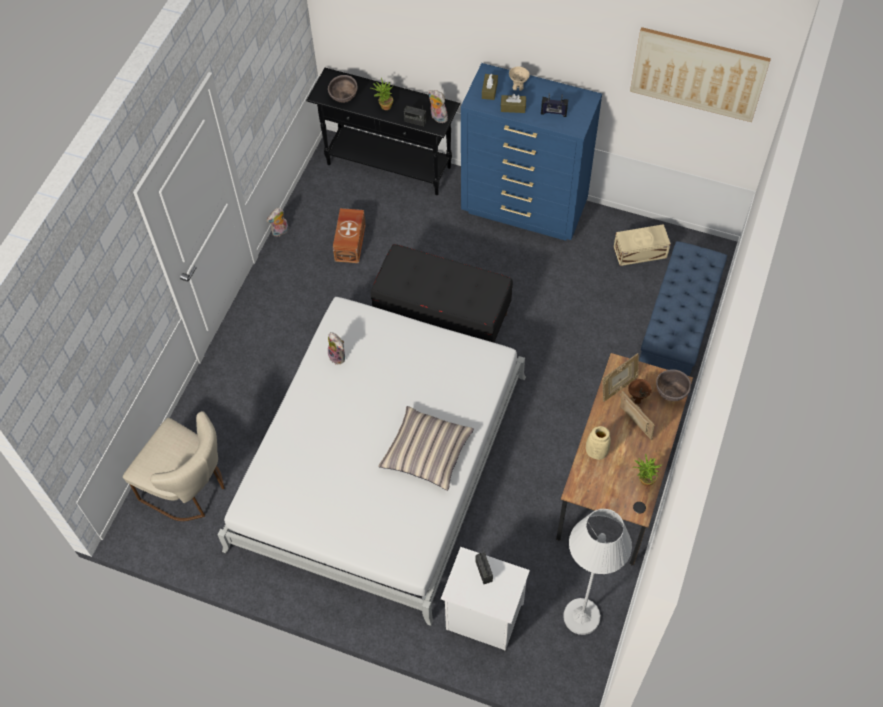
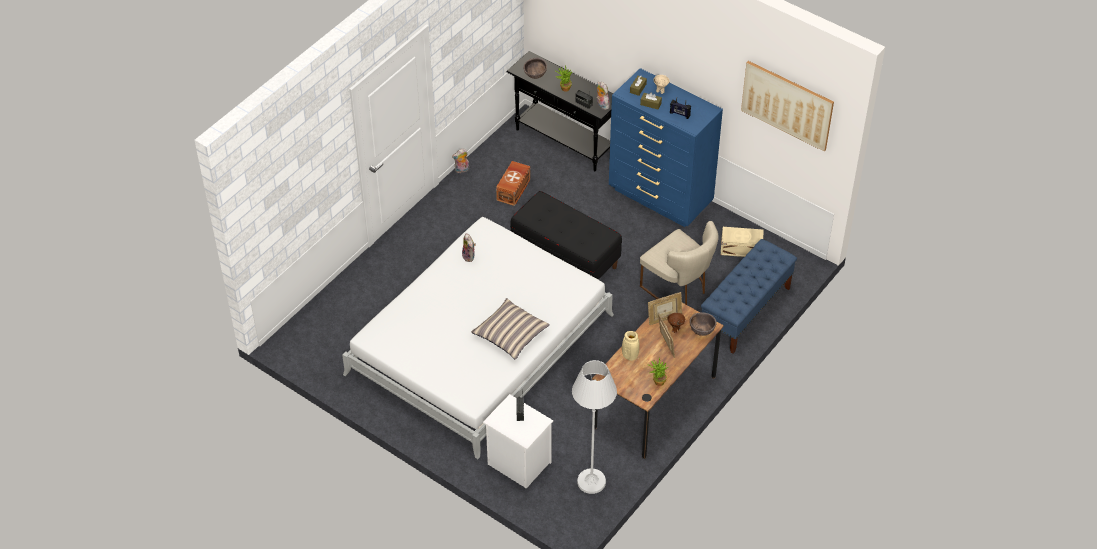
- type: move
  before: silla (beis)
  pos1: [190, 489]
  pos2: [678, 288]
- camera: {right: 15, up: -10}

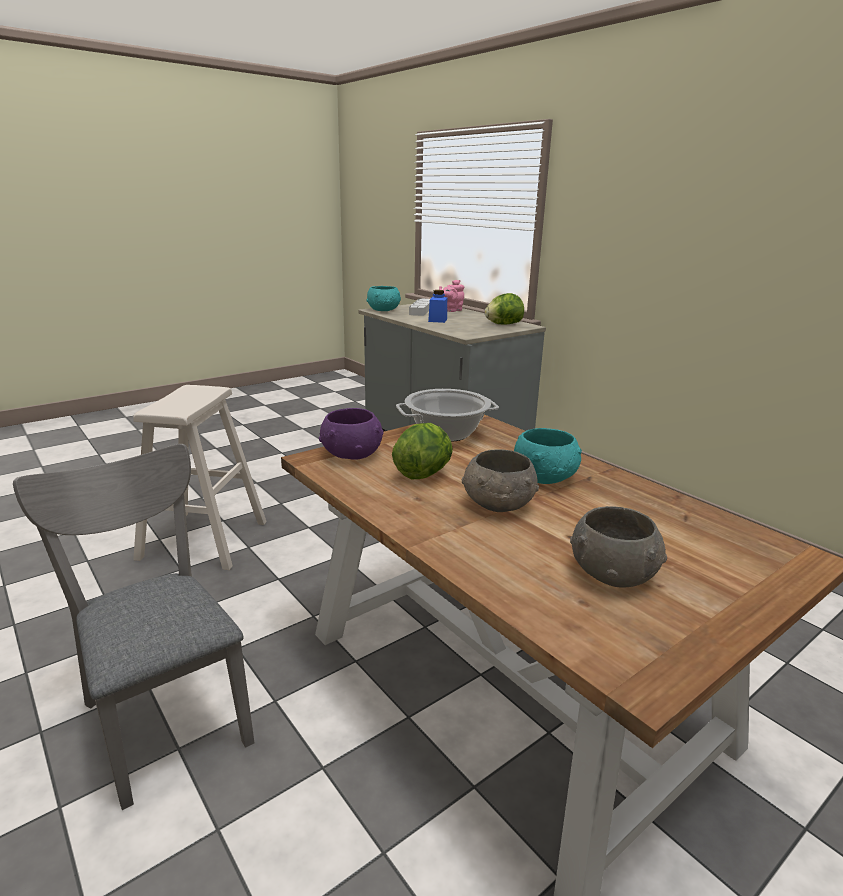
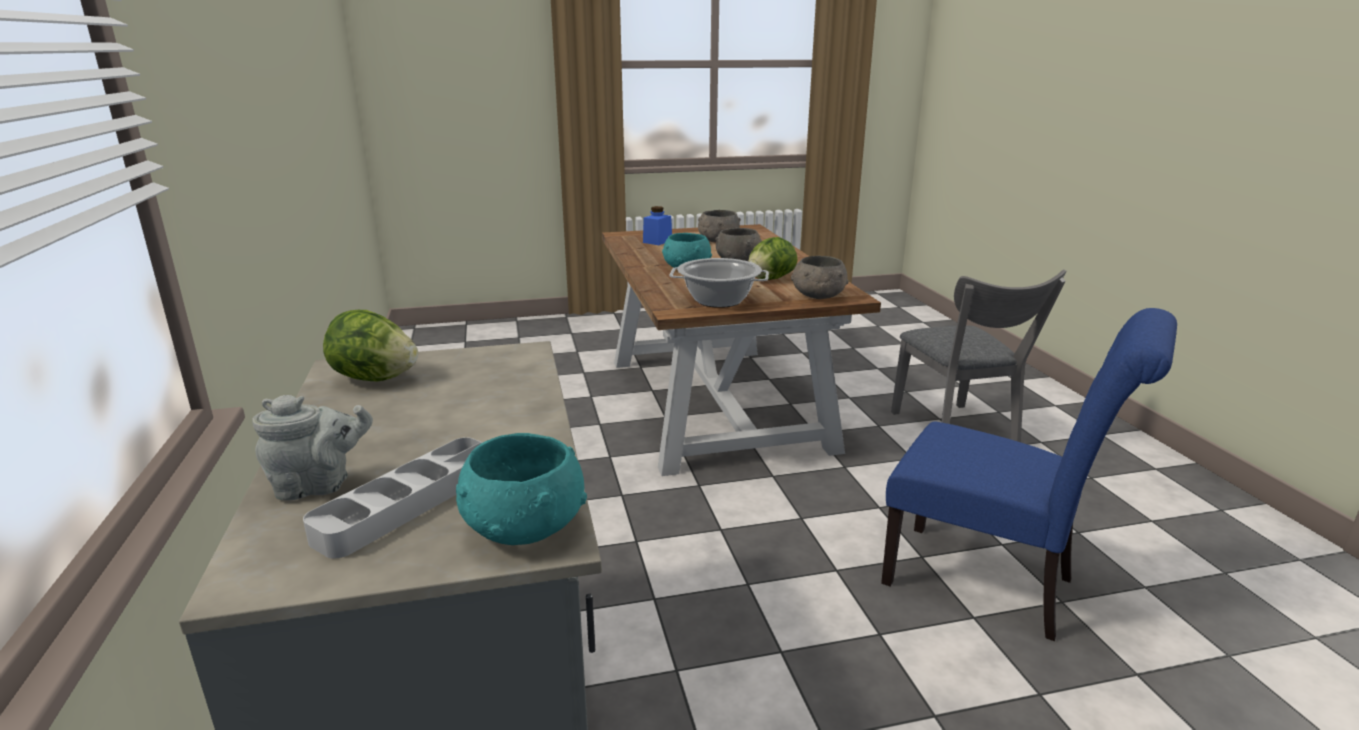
- type: replace
  before: taburete (beis)
  after: silla (azul)
  pos1: [204, 539]
  pos2: [991, 584]
- type: recolor
  before: cuenco (morado)
  after: cuenco (gris)
  pos1: [351, 454]
  pos2: [818, 296]
- type: move
  before: tarro (azul)
  pos1: [437, 320]
  pos2: [657, 241]
- type: recolor
  before: tetera (rosa)
  after: tetera (gris)
  pos1: [451, 310]
  pos2: [319, 486]
- camera: {right: -155, up: 0}

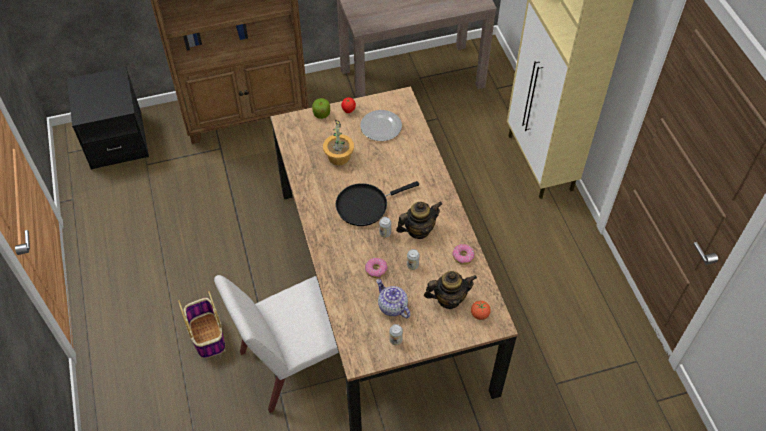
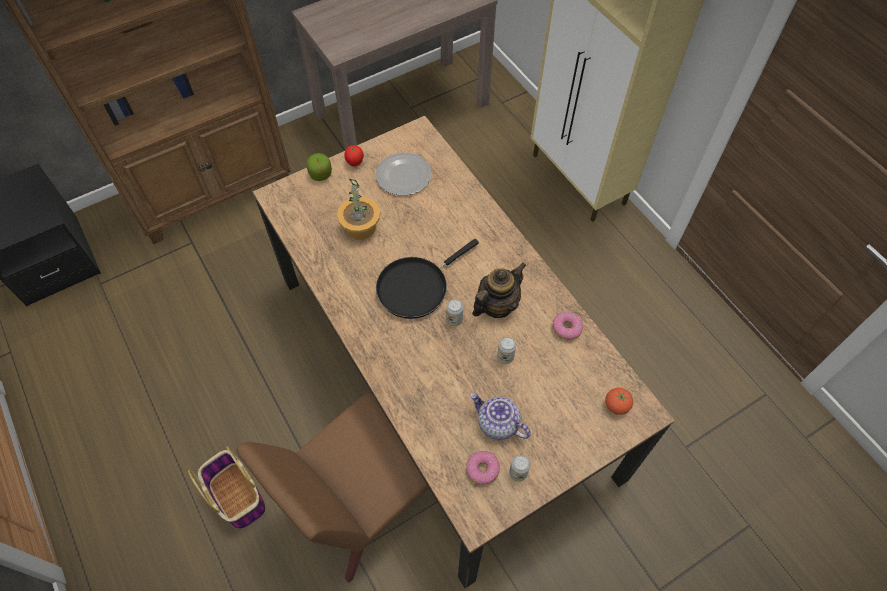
- type: recolor
  before: silla (blanco)
  after: silla (marrón)
  pos1: [295, 363]
  pos2: [362, 503]
- type: move
  before: rosquilla
  pos1: [376, 270]
  pos2: [482, 470]
- type: delete
  before: tetera
  pos1: [448, 298]
- camera: {right: -15, up: 5}

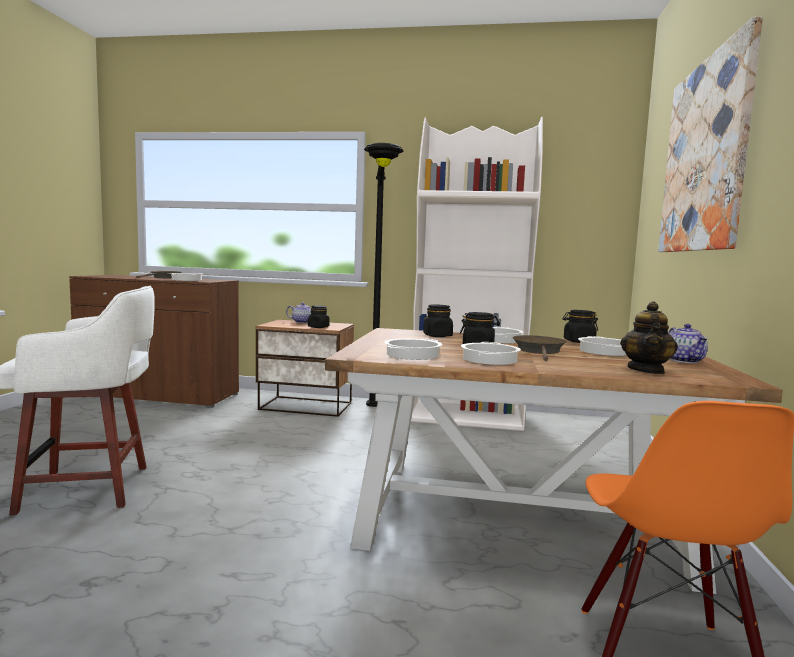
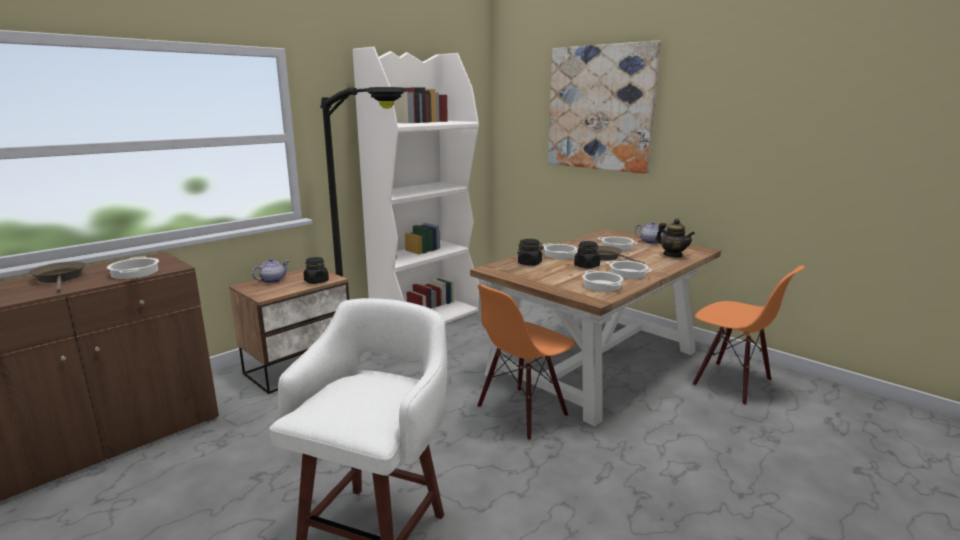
- type: delete
  before: tarro (negro)
  pos1: [578, 341]
- type: insert
  after: silla (naranja)
  pos2: [522, 412]
- camera: {right: -55, up: 10}

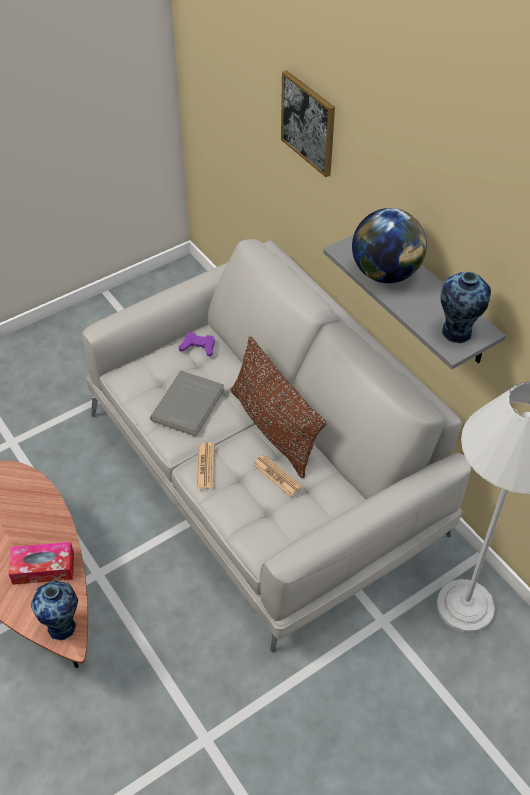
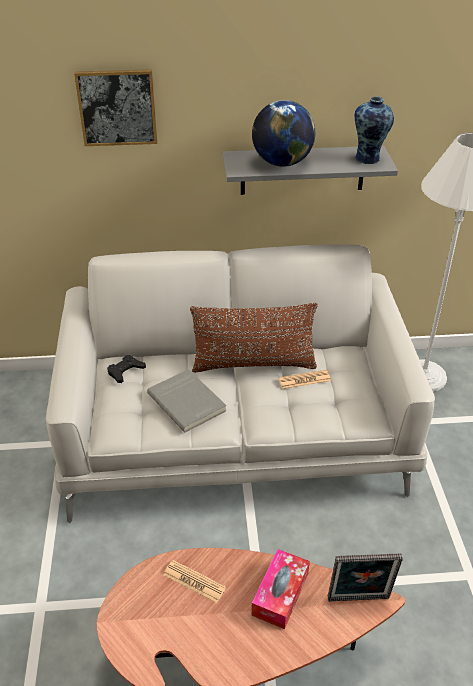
- type: replace
  before: florero
  after: portarretratos
  pos1: [63, 626]
  pos2: [358, 601]
- type: recolor
  before: mando de consola (morado)
  after: mando de consola (negro)
  pos1: [198, 347]
  pos2: [125, 371]
- type: move
  before: periódico
  pos1: [206, 466]
  pos2: [194, 581]
- camera: {right: -60, up: -10}

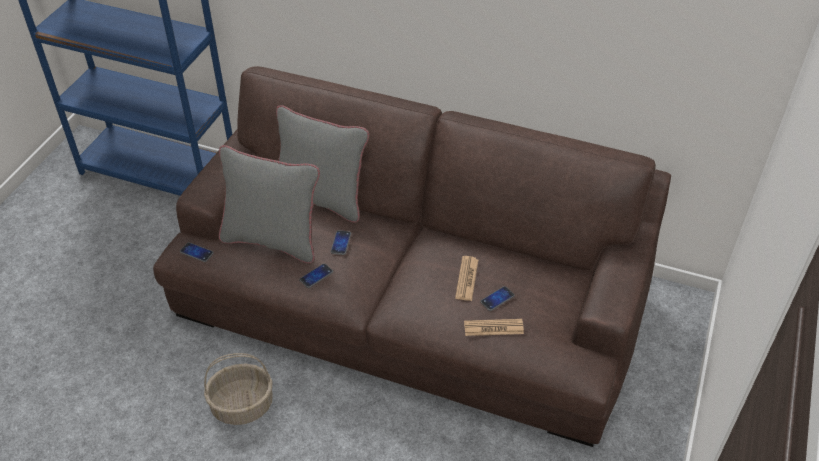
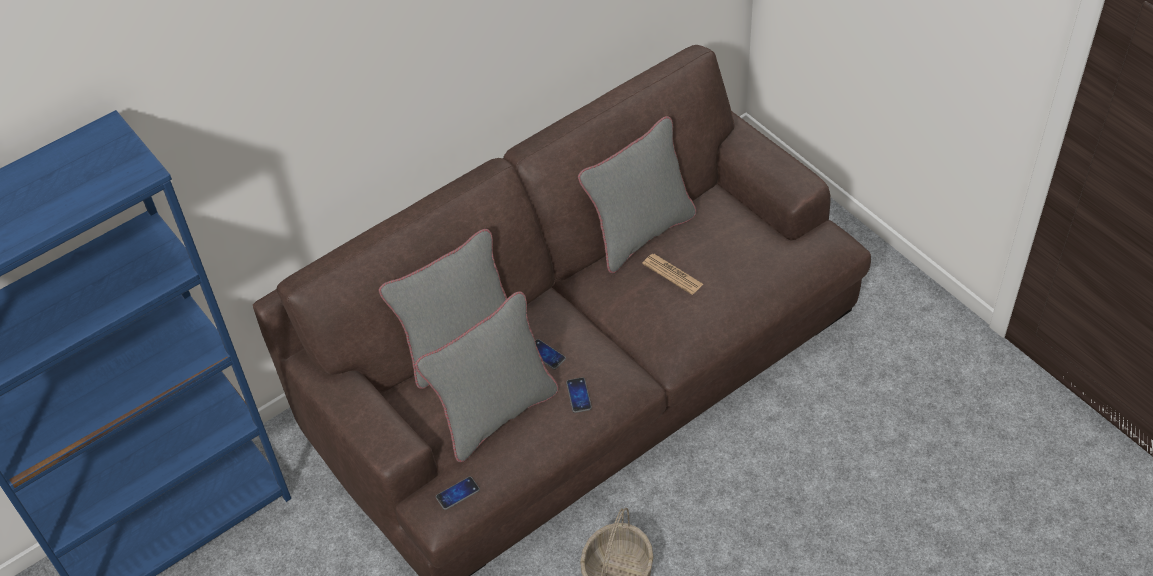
- type: delete
  before: periódico
  pos1: [493, 328]
- type: delete
  before: móvil
  pos1: [497, 299]
- type: insert
  after: cojín (gris)
  pos2: [640, 233]
- camera: {right: -55, up: 5}

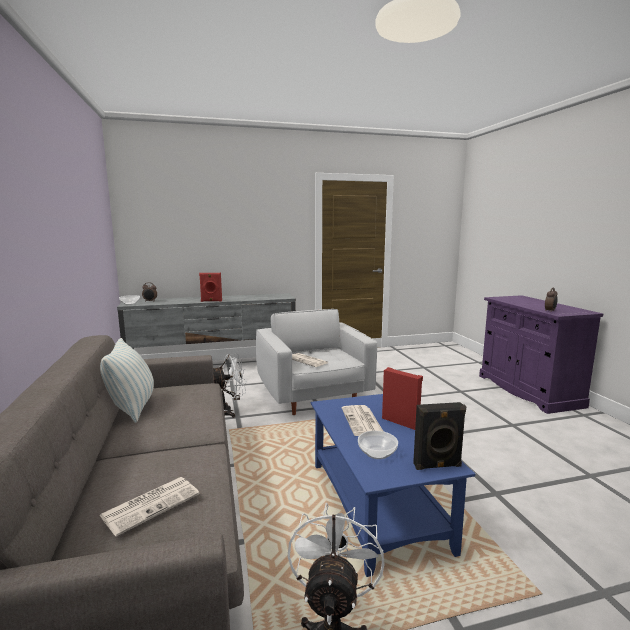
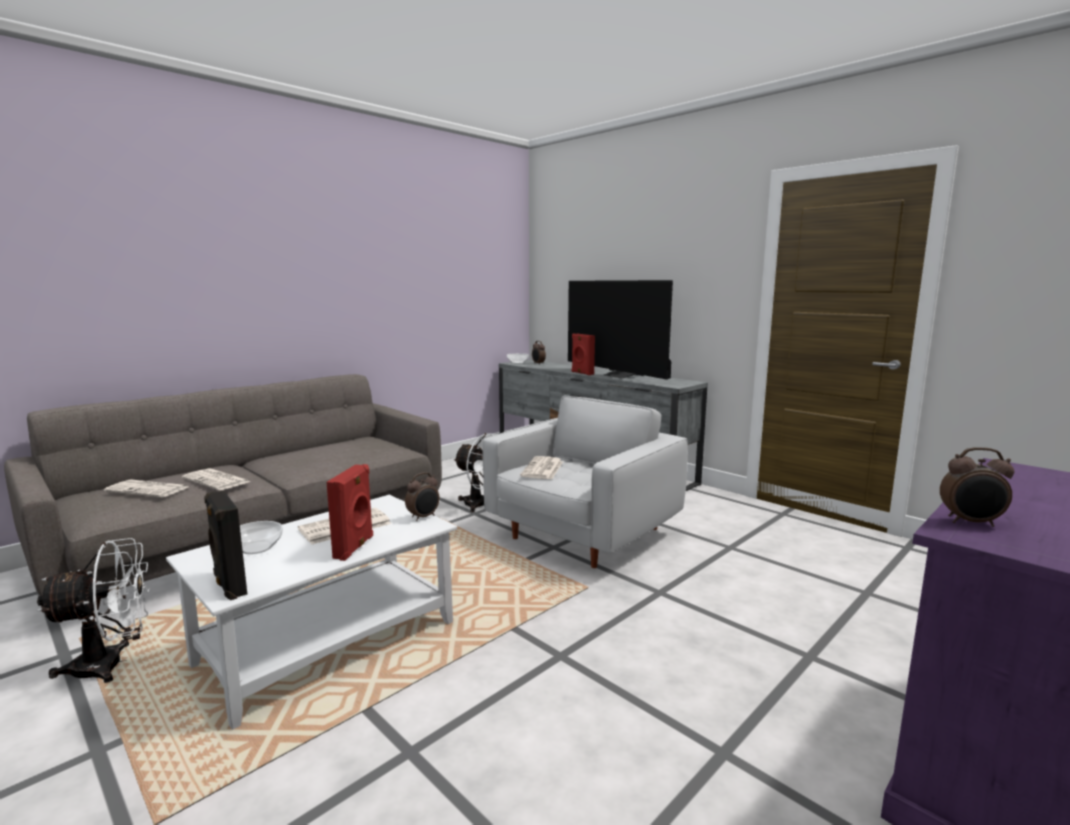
- type: delete
  before: cojín
  pos1: [132, 408]
- type: recolor
  before: mesa de centro (azul)
  after: mesa de centro (blanco)
  pos1: [375, 504]
  pos2: [330, 642]
- type: insert
  after: periódico
  pos2: [217, 480]
- type: insert
  after: despertador
  pos2: [423, 517]
- type: insert
  after: televisor
  pos2: [619, 375]
- camera: {right: 60, up: 0}

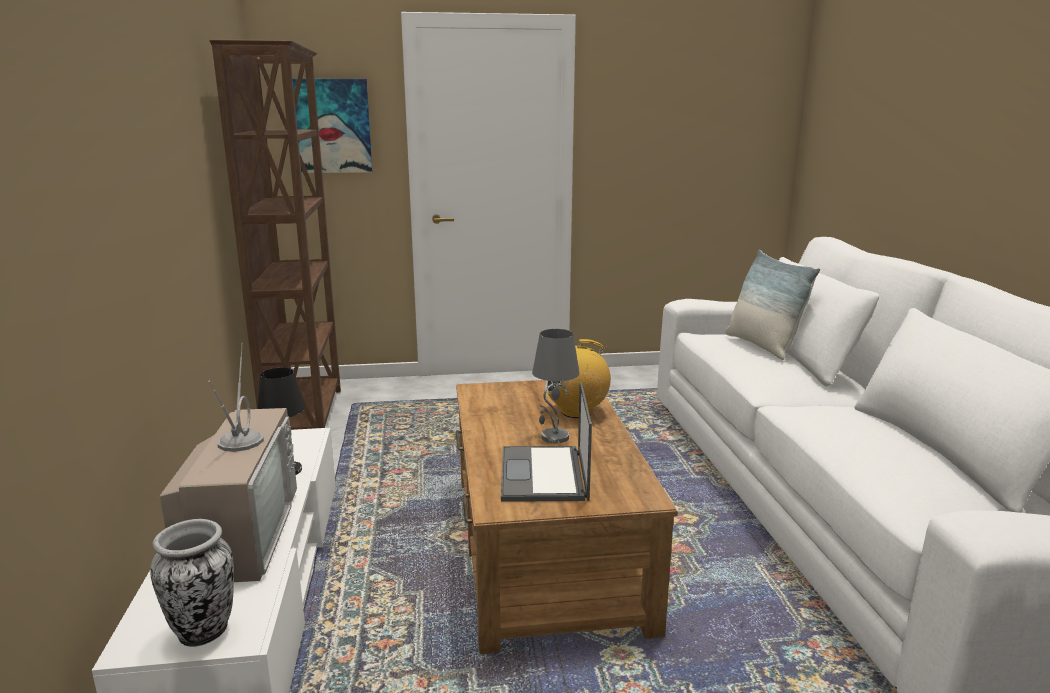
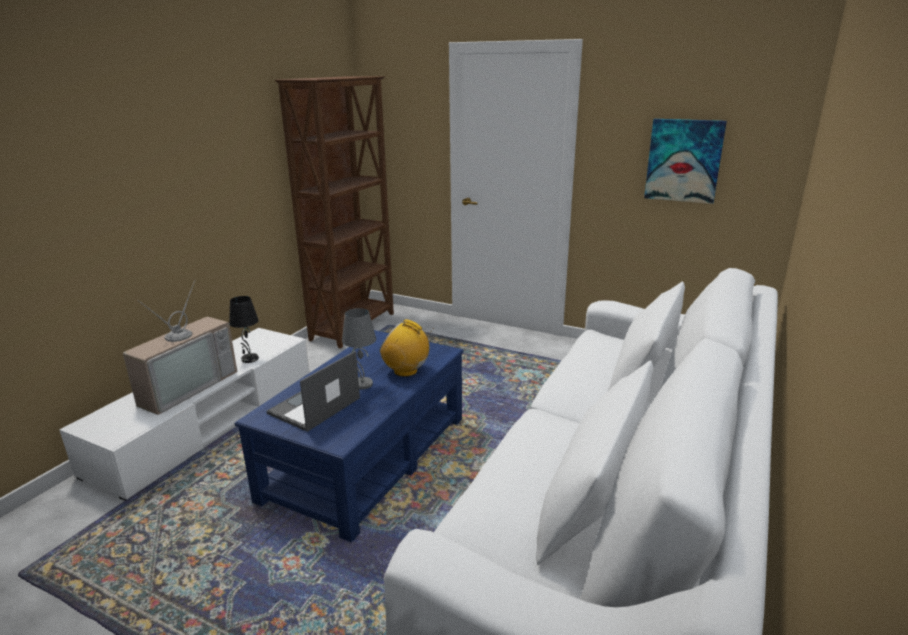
- type: delete
  before: florero
  pos1: [204, 632]
- type: move
  before: cuadro
  pos1: [330, 126]
  pos2: [684, 160]
- type: recolor
  before: mesa de centro (marrón)
  after: mesa de centro (azul)
  pos1: [544, 547]
  pos2: [366, 457]
- type: delete
  before: cojín
  pos1: [762, 346]
- camera: {right: 35, up: 5}

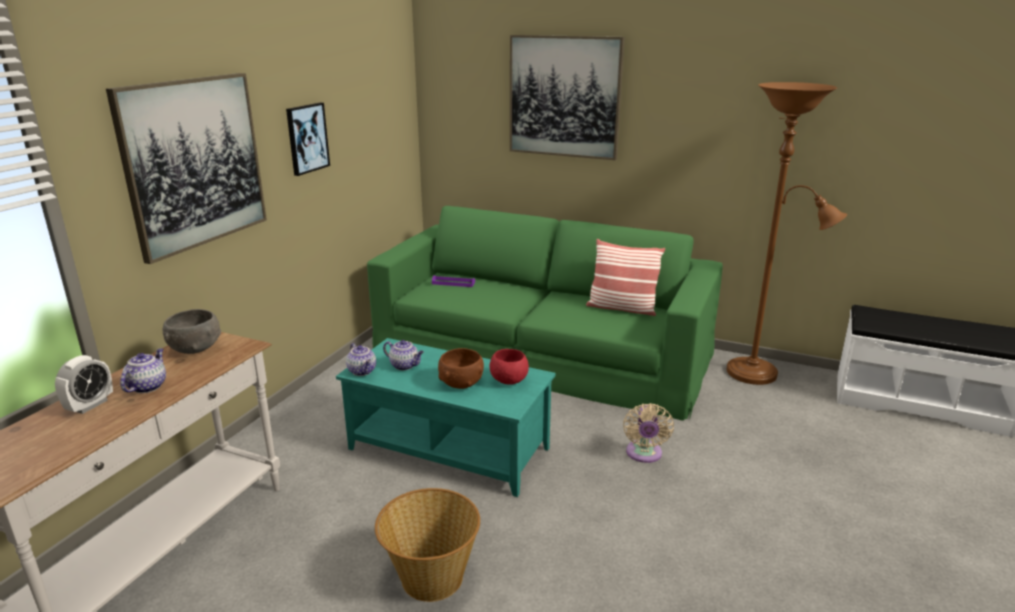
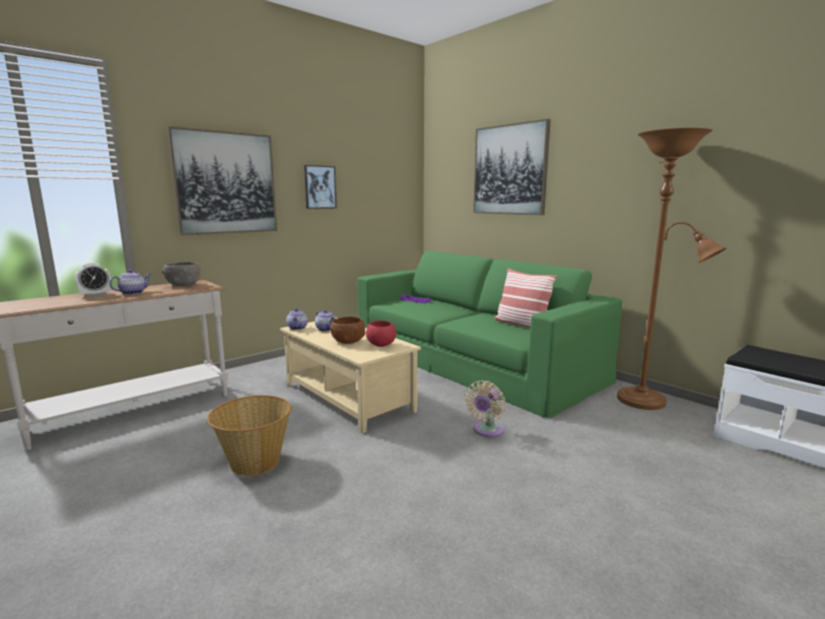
- type: recolor
  before: mesa de centro (turquesa)
  after: mesa de centro (beis)
  pos1: [450, 448]
  pos2: [349, 397]
- camera: {right: 25, up: -10}

